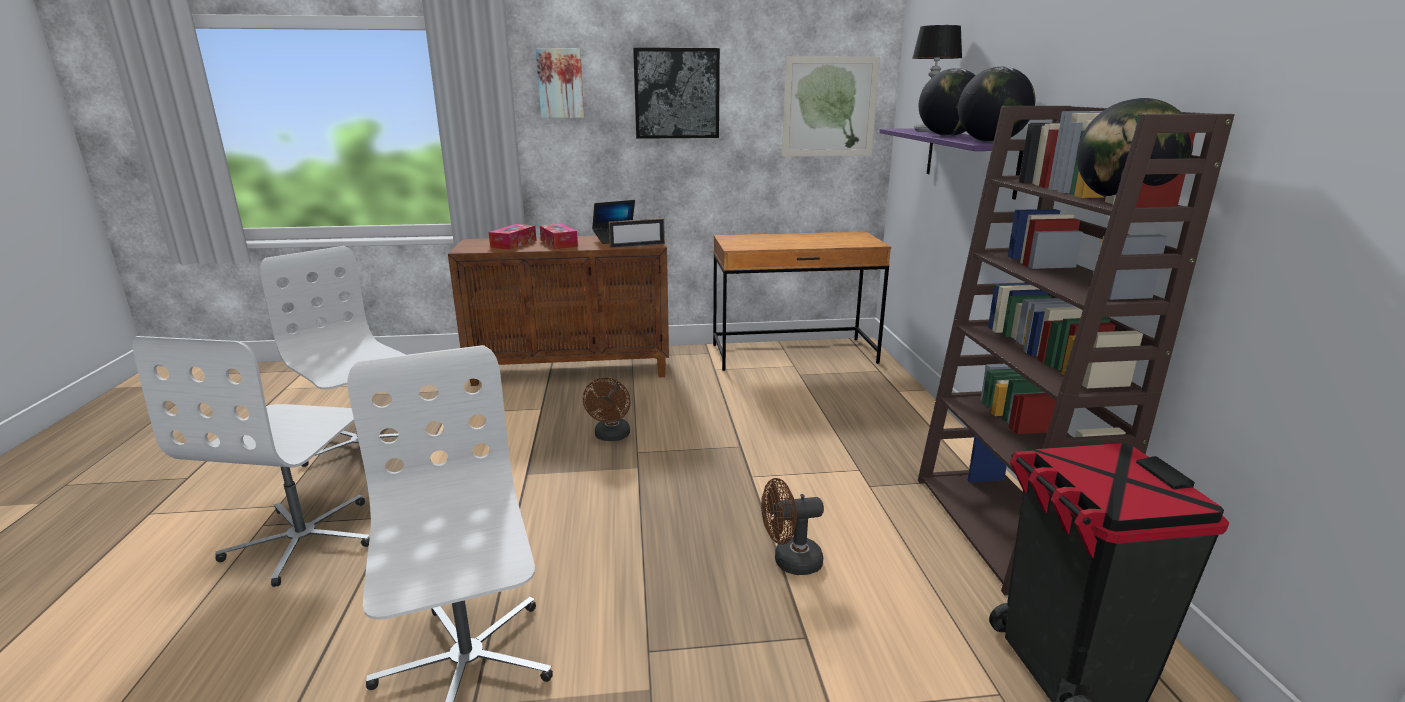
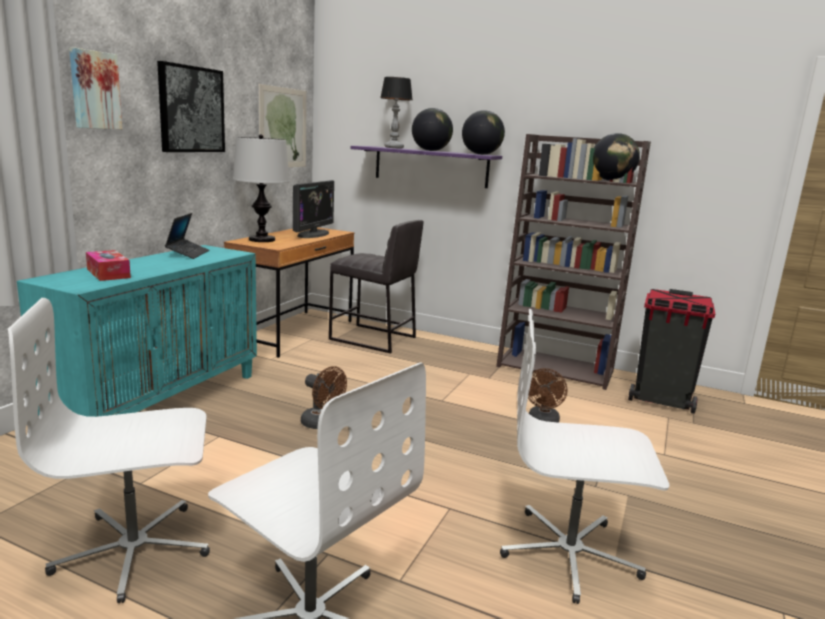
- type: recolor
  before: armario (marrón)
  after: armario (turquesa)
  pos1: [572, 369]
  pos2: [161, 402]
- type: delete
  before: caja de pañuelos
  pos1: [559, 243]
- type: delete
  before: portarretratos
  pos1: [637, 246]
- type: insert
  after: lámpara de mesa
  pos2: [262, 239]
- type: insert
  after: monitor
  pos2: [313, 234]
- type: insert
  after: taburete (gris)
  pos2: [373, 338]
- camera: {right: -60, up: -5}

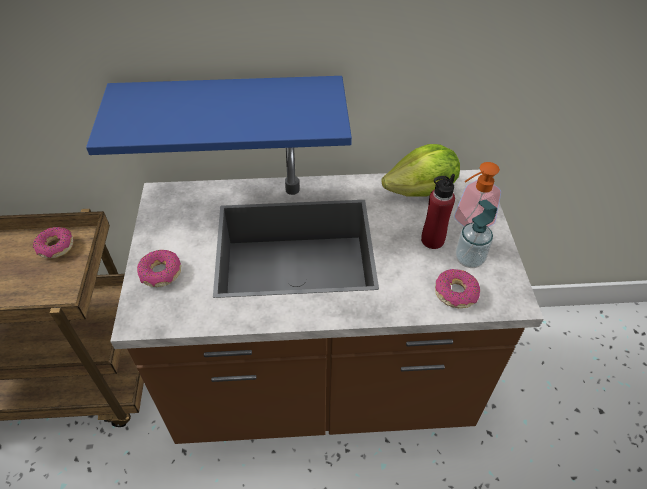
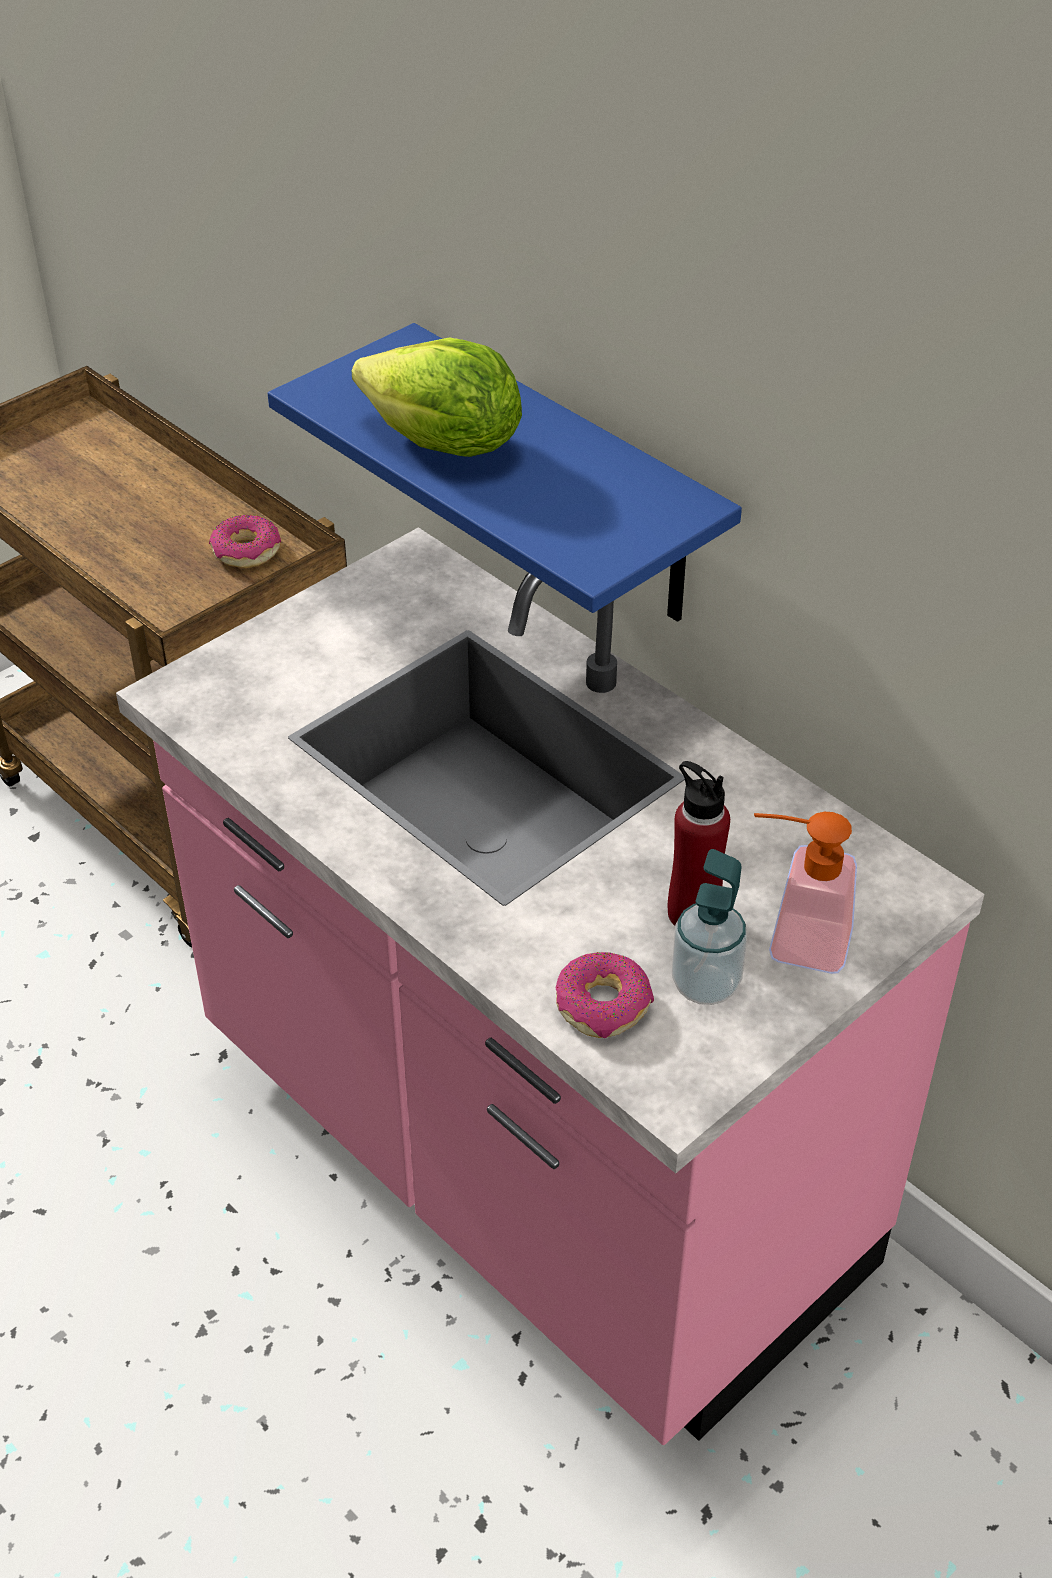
- type: recolor
  before: mueble bajo de cocina (marrón)
  after: mueble bajo de cocina (rosa)
  pos1: [322, 385]
  pos2: [526, 1160]
- type: delete
  before: rosquilla
  pos1: [160, 273]
- type: move
  before: lechuga
  pos1: [421, 191]
  pos2: [444, 445]
- camera: {right: 50, up: -5}

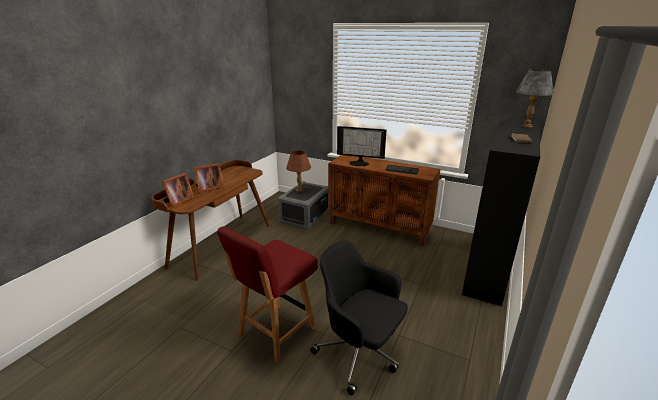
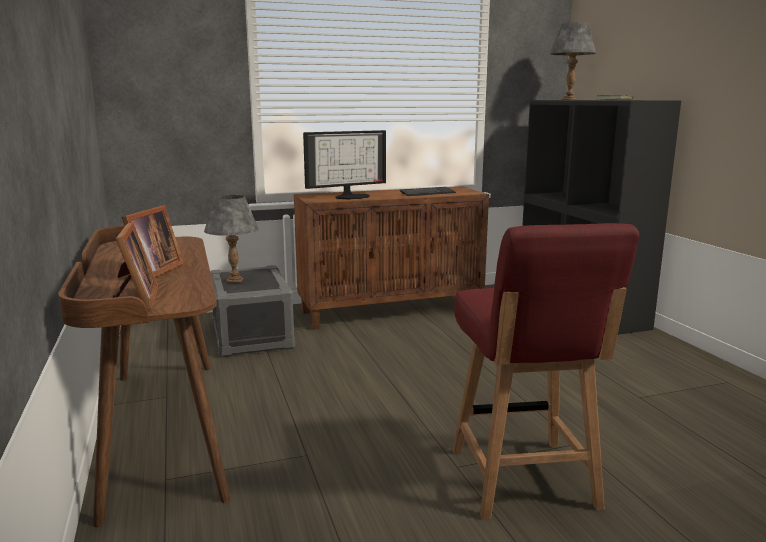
- type: recolor
  before: lámpara de mesa (marrón)
  after: lámpara de mesa (gris)
  pos1: [299, 190]
  pos2: [234, 280]
- type: delete
  before: silla de oficina (negro)
  pos1: [360, 353]
- camera: {right: -45, up: -10}

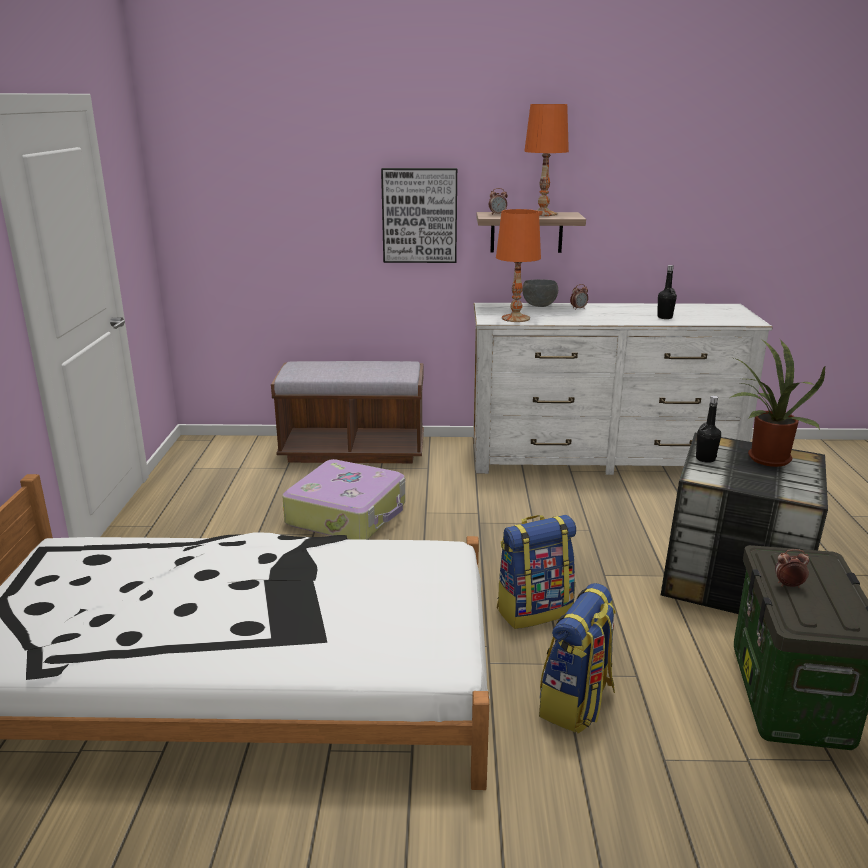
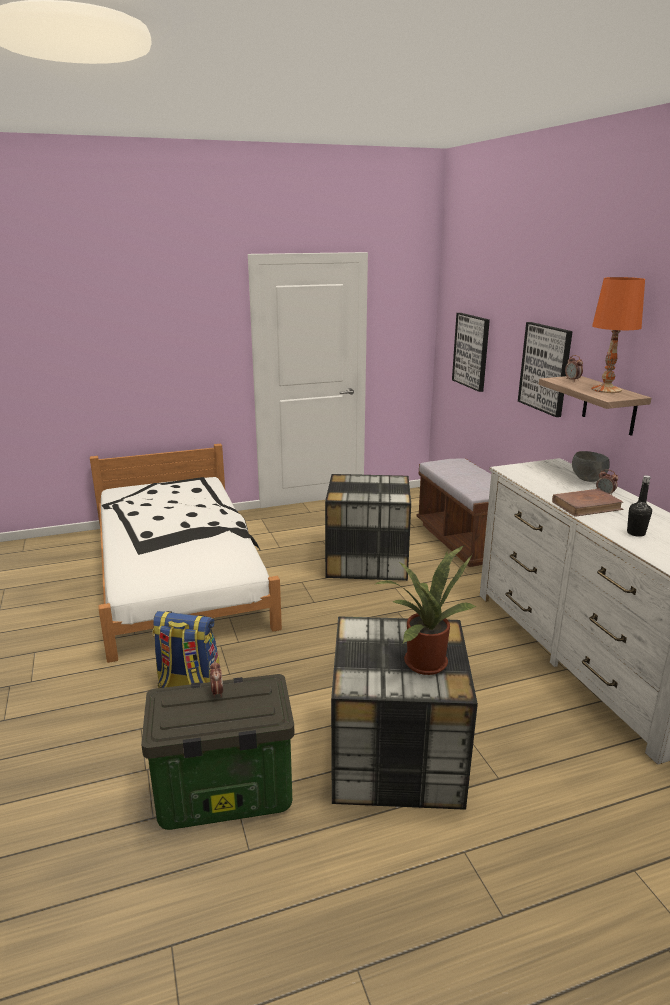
- type: replace
  before: maleta
  after: caja de almacenaje
  pos1: [348, 514]
  pos2: [368, 561]
- type: delete
  before: lámpara de mesa (naranja)
  pos1: [515, 318]
- type: delete
  before: mochila
  pos1: [534, 610]
- type: delete
  before: botella (negro)
  pos1: [705, 459]
- type: insert
  after: cuadro
  pos2: [471, 351]
- type: insert
  after: libro (marrón)
  pos2: [587, 506]
- camera: {right: 70, up: 0}

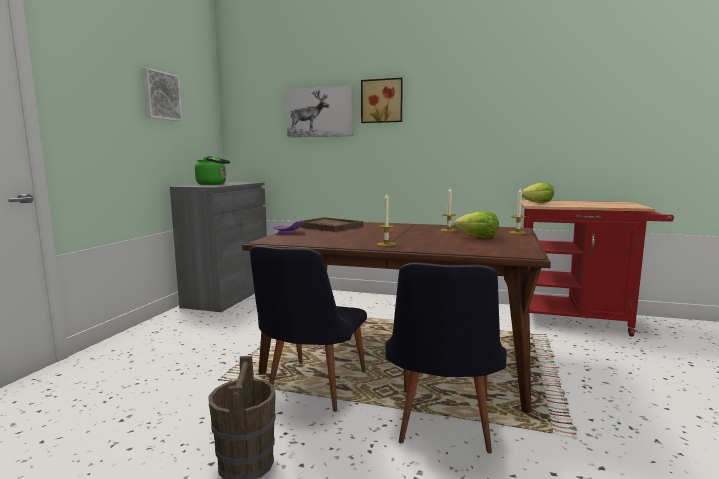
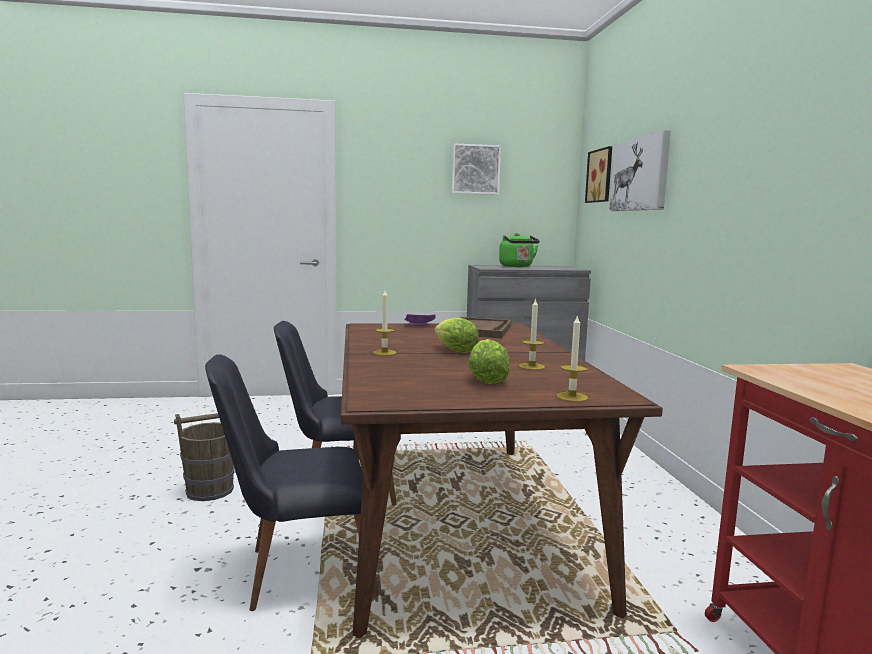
- type: move
  before: cuadro
  pos1: [382, 101]
  pos2: [601, 176]
- type: move
  before: lechuga
  pos1: [538, 203]
  pos2: [455, 351]
- camera: {right: 65, up: 0}

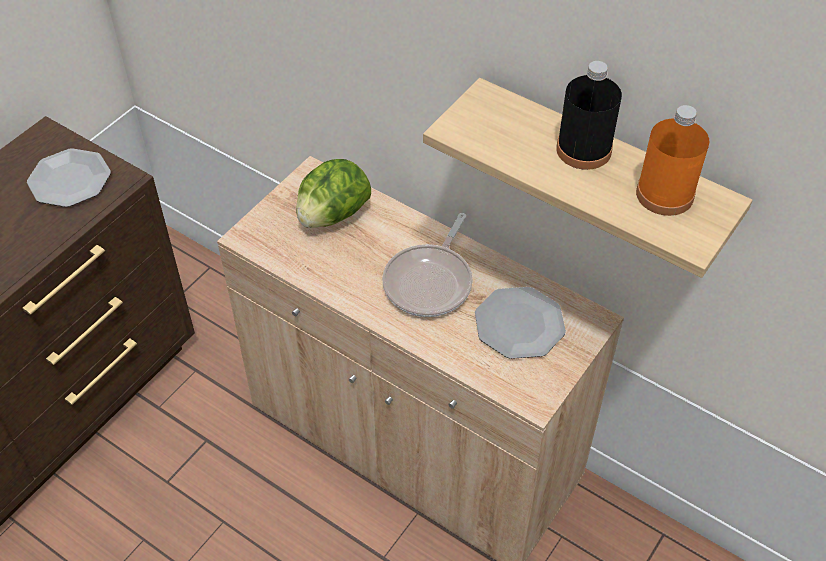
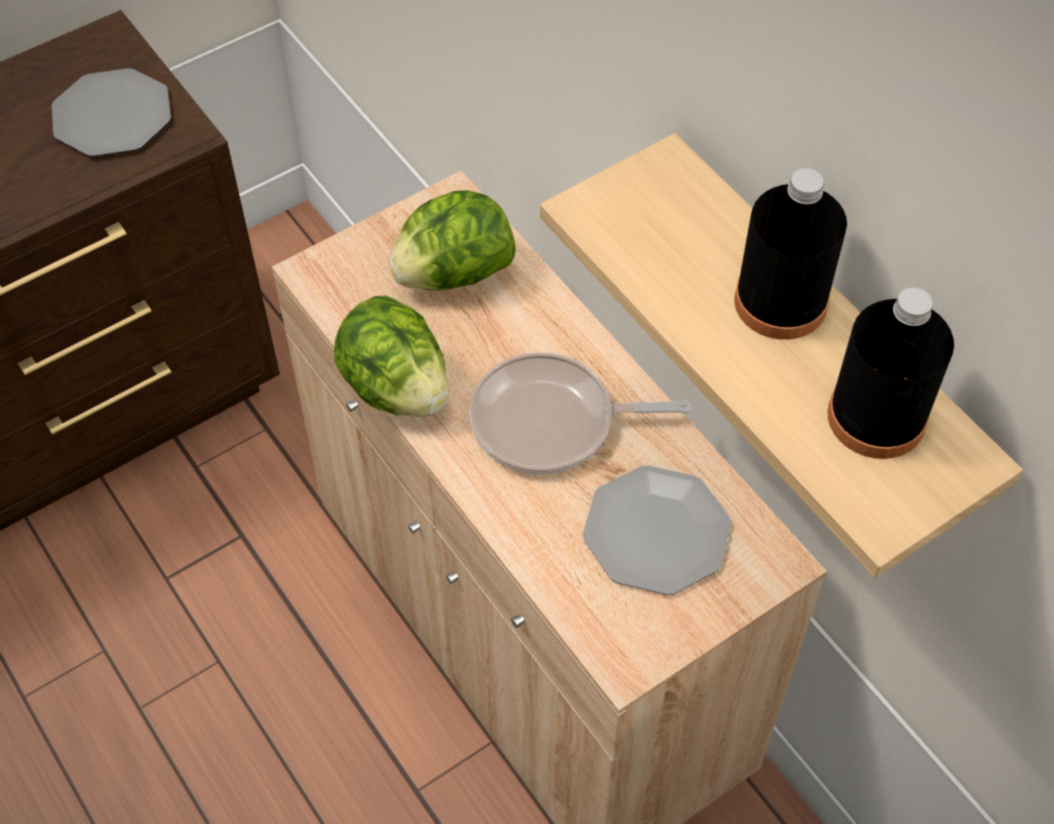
- type: rotate
  before: sartén
  pos1: [430, 282]
  pos2: [551, 422]
  turn: 45
- type: recolor
  before: botella (naranja)
  after: botella (negro)
  pos1: [664, 194]
  pos2: [876, 417]
- type: insert
  after: lechuga
  pos2: [396, 388]
- camera: {right: 20, up: 5}

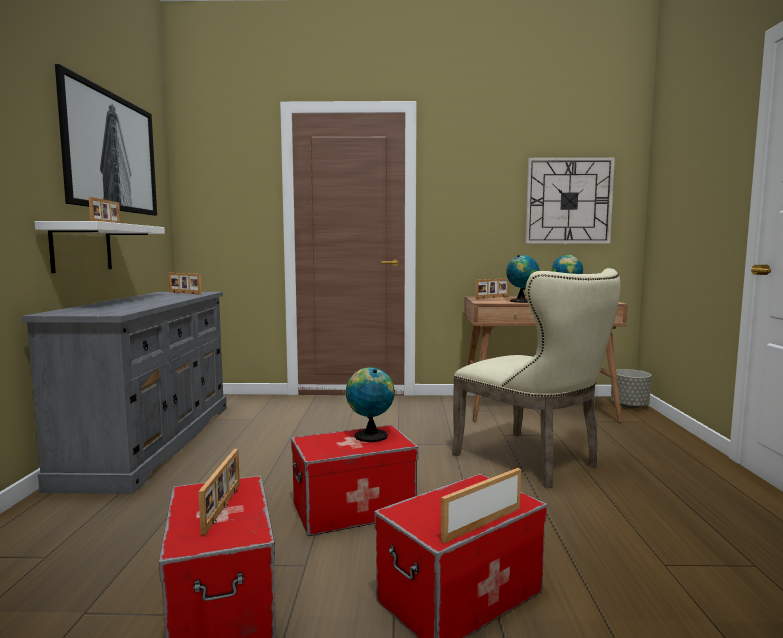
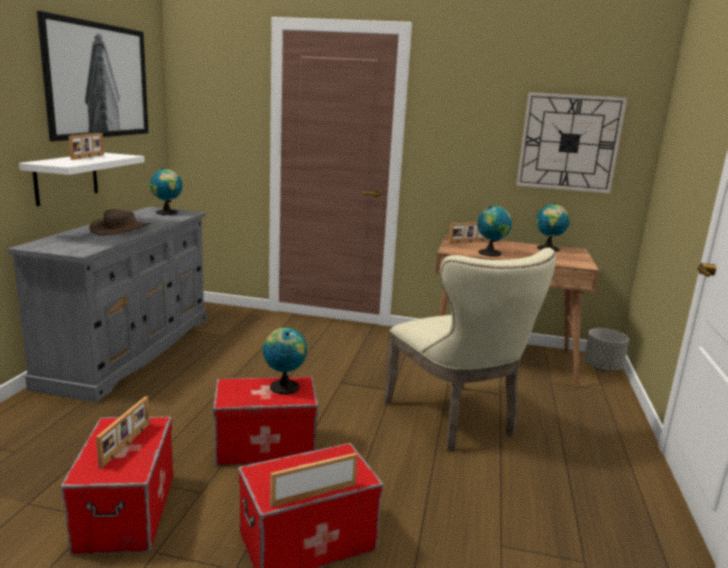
- type: replace
  before: portarretratos
  after: globo terráqueo
  pos1: [184, 293]
  pos2: [168, 213]
- type: insert
  after: sombrero (marrón)
  pos2: [121, 229]
- camera: {right: 10, up: 10}

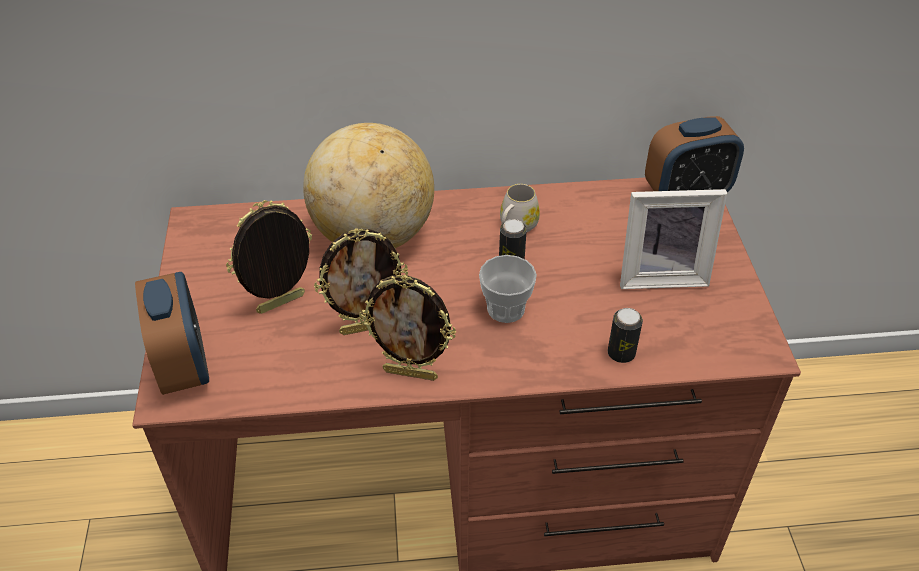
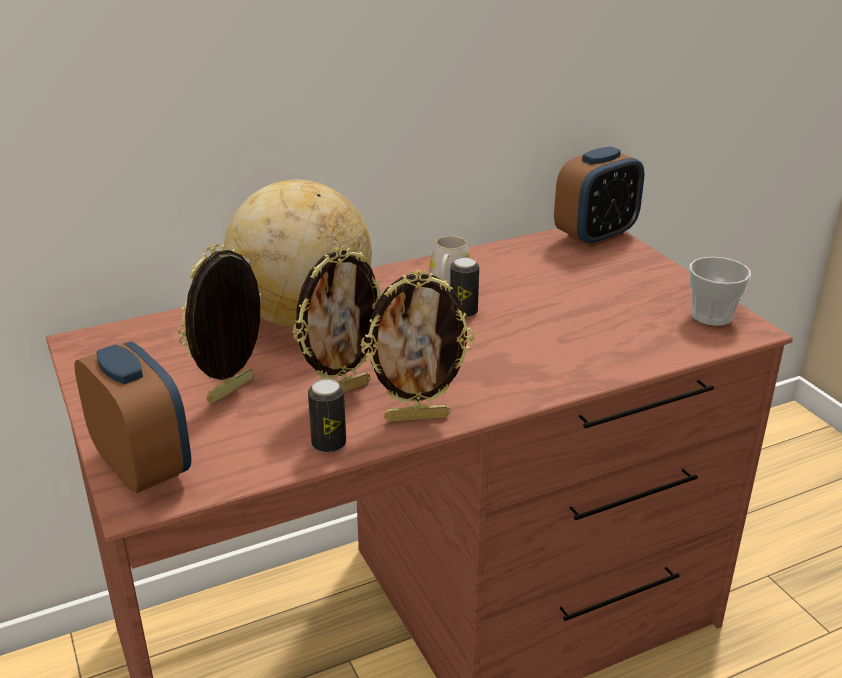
- type: move
  before: taza
  pos1: [506, 309]
  pos2: [711, 316]
- type: move
  before: lata
  pos1: [621, 353]
  pos2: [329, 443]
- type: delete
  before: portarretratos
  pos1: [661, 274]
- camera: {right: -20, up: -15}

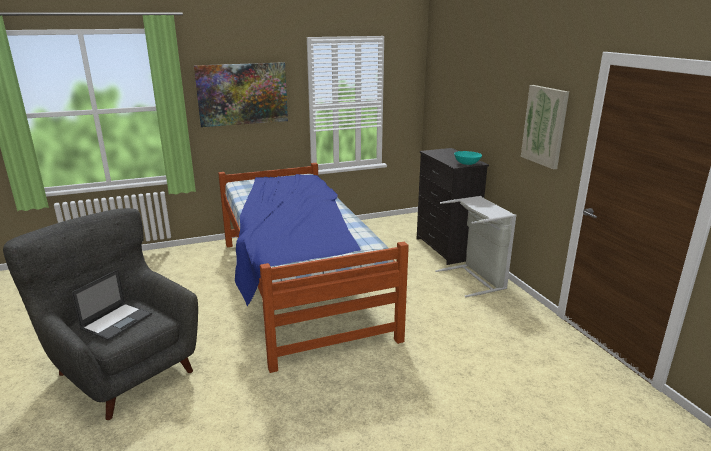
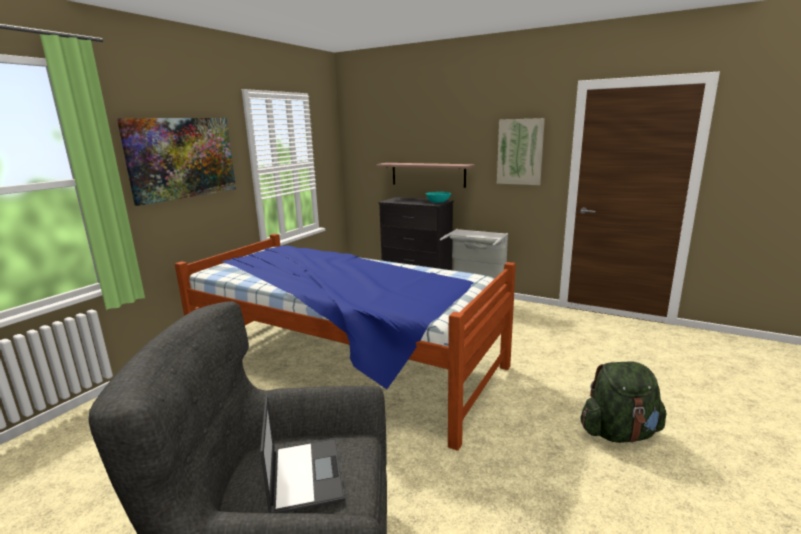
- type: insert
  after: estante
  pos2: [428, 174]
- type: insert
  after: mochila (verde)
  pos2: [619, 433]
- camera: {right: -40, up: -5}

